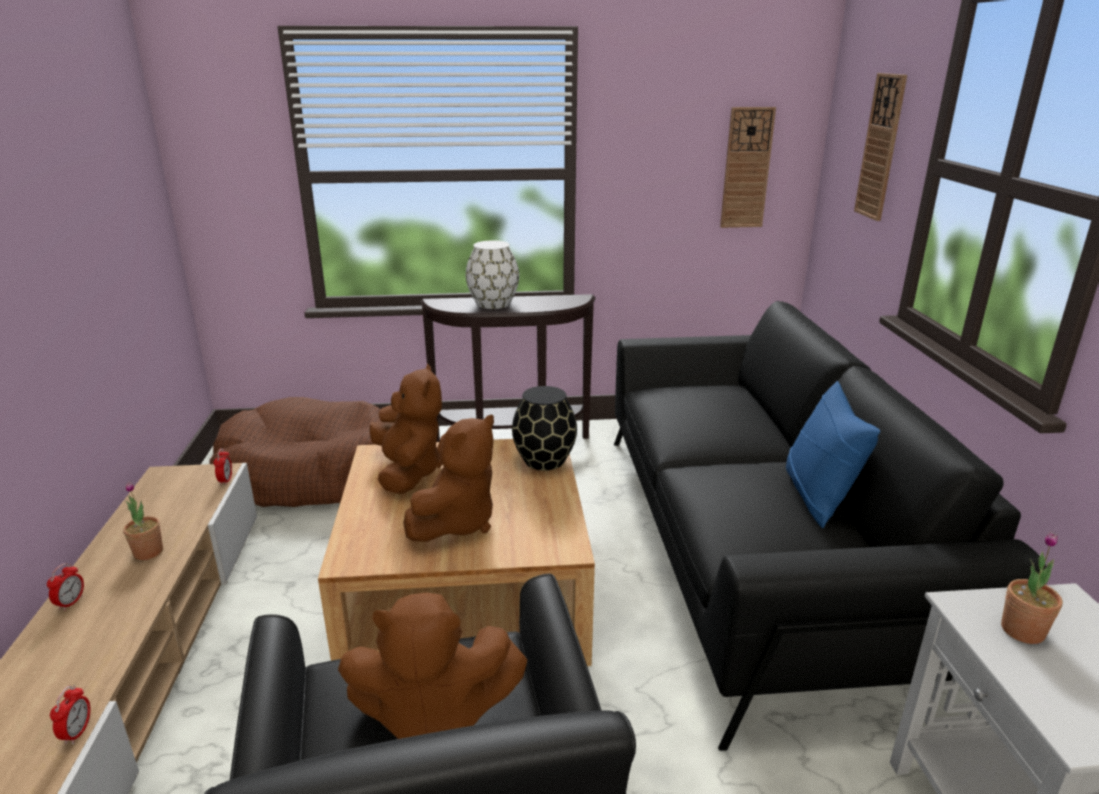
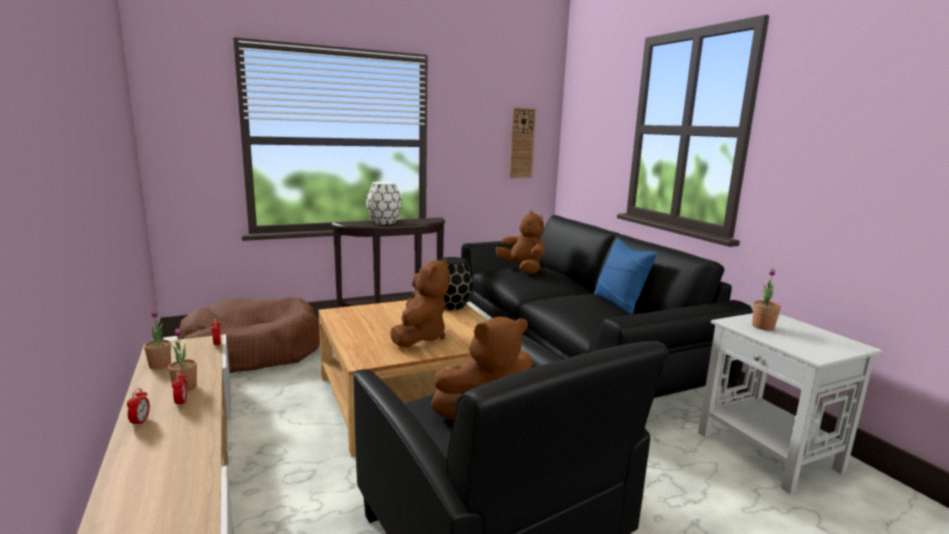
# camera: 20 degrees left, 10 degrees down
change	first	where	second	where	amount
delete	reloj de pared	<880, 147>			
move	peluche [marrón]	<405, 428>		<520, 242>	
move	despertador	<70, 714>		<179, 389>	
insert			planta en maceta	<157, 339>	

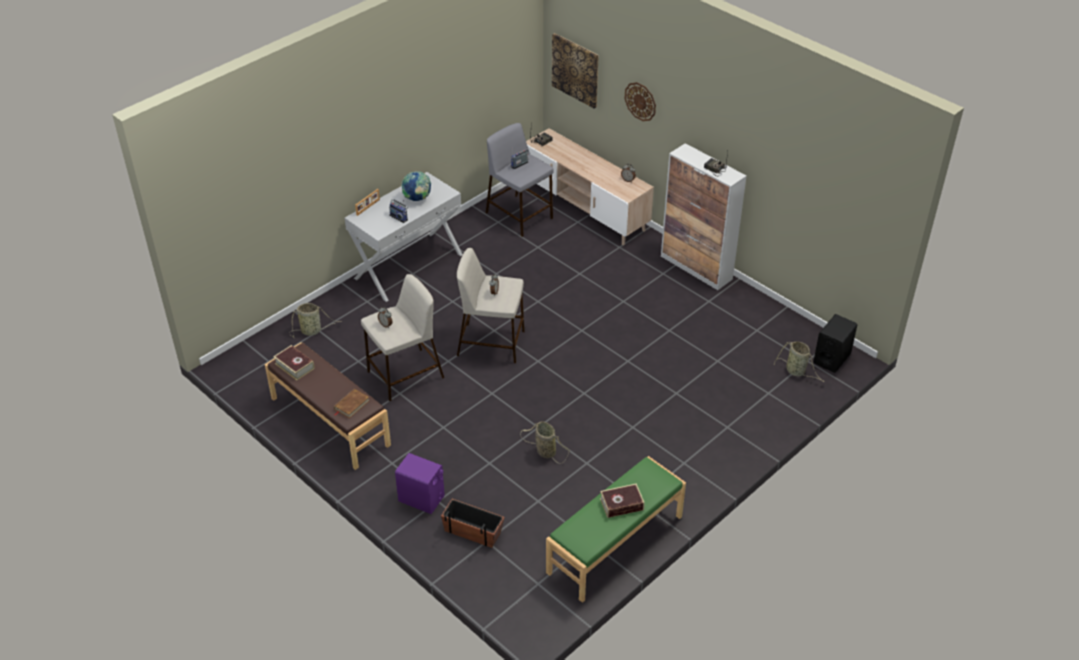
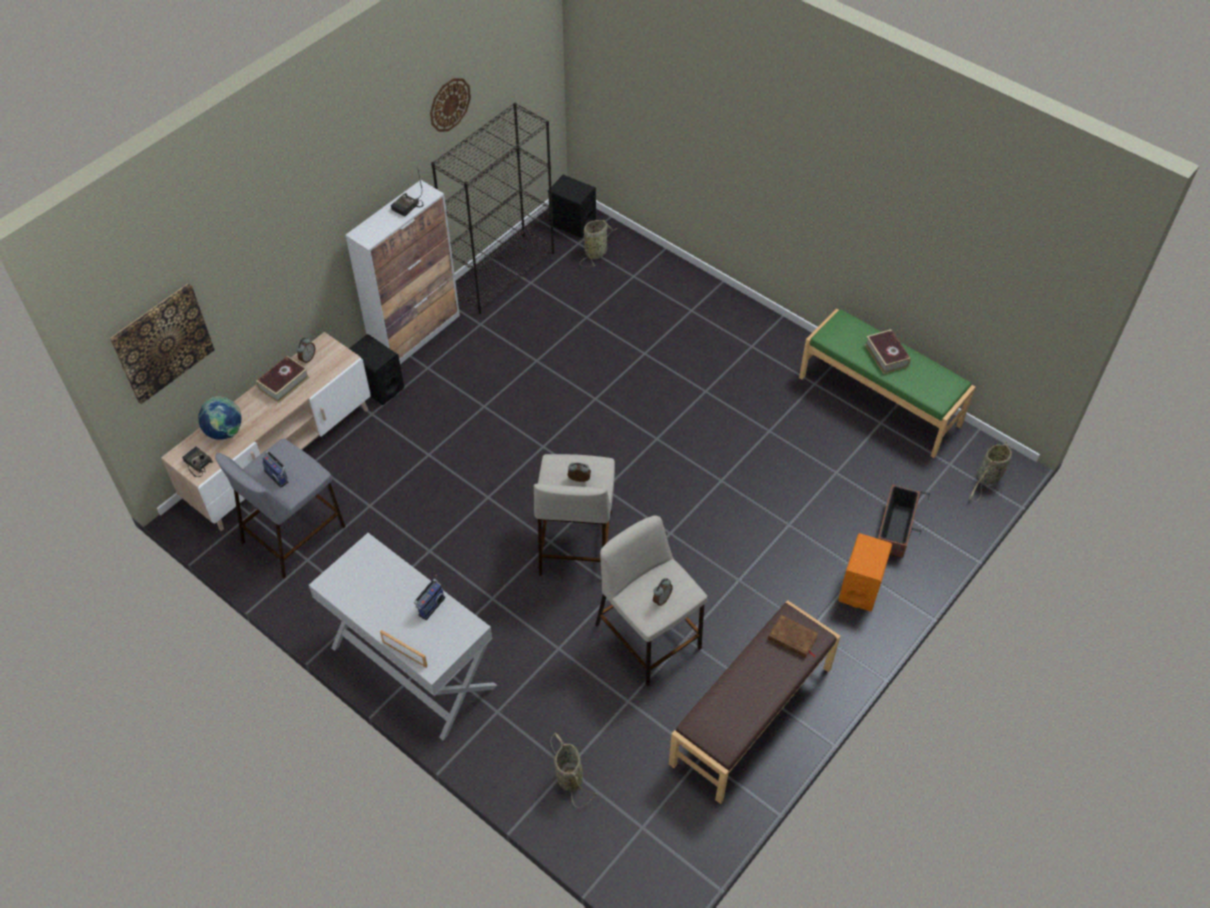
# camera: 95 degrees left, 10 degrees up
change	first	where	second	where	amount
move	reloj de pared	<640, 101>		<450, 105>	
move	globo terráqueo	<416, 186>		<219, 418>	
move	libro	<294, 363>		<283, 379>	
move	cesta	<545, 442>		<991, 471>	
recolor	altavoz [morado]	<420, 483>	altavoz [naranja]	<865, 572>	
insert			estantería [negro]	<492, 208>	
insert			altavoz [negro]	<376, 369>	

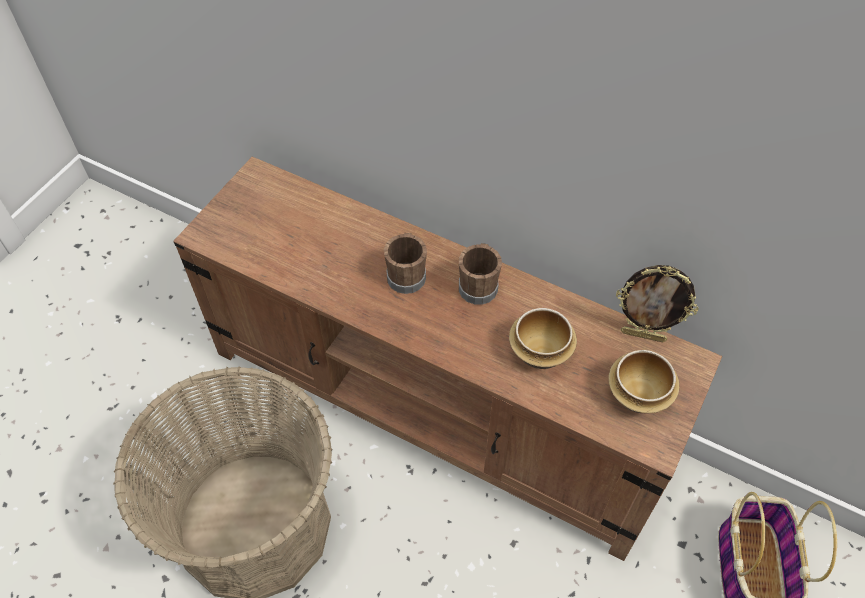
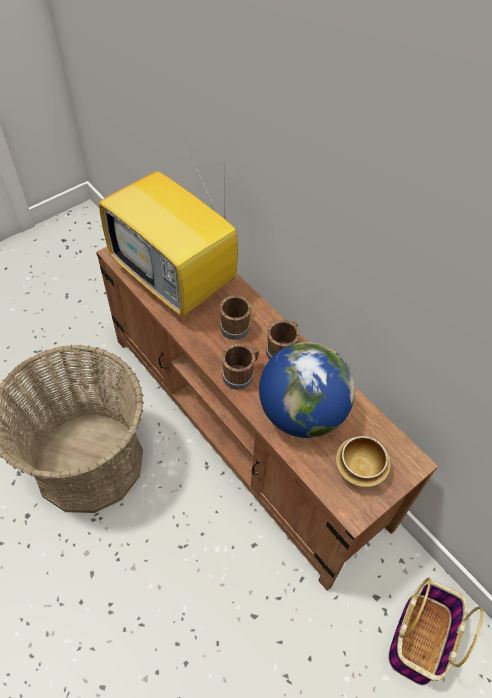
# camera: 20 degrees right, 0 degrees up
change	first	where	second	where	amount
delete	portarretratos	<657, 303>			
replace	cuenco	<543, 338>	globo terráqueo	<307, 390>	
insert			televisor	<168, 230>	
insert			taza grande [marrón]	<240, 367>	

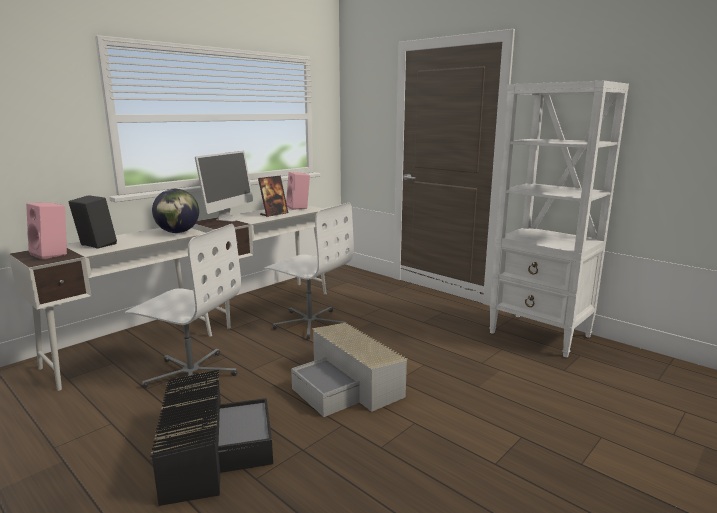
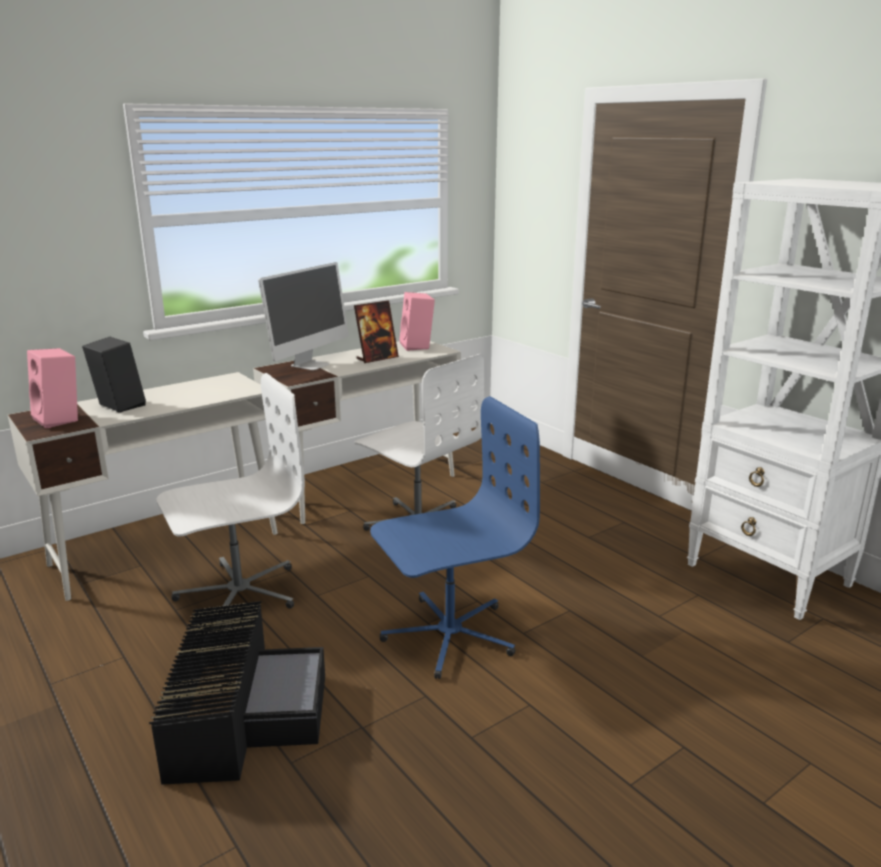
# camera: 10 degrees right, 5 degrees up
change	first	where	second	where	amount
delete	globo terráqueo	<175, 211>			
rotate	silla de oficina [blanco]	<183, 306>		<230, 491>	60 degrees counterclockwise
replace	caja de almacenaje [gris]	<349, 370>	silla de oficina [azul]	<455, 537>	

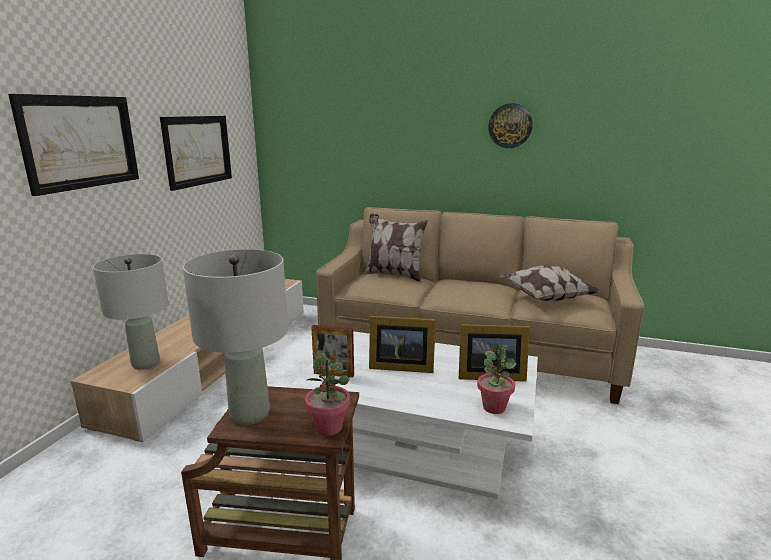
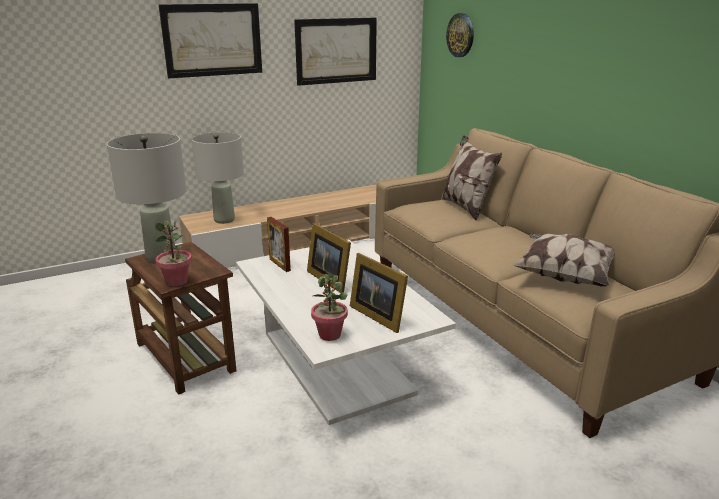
# camera: 45 degrees right, 5 degrees up
change	first	where	second	where	amount
move	reloj de pared	<510, 125>		<460, 35>	

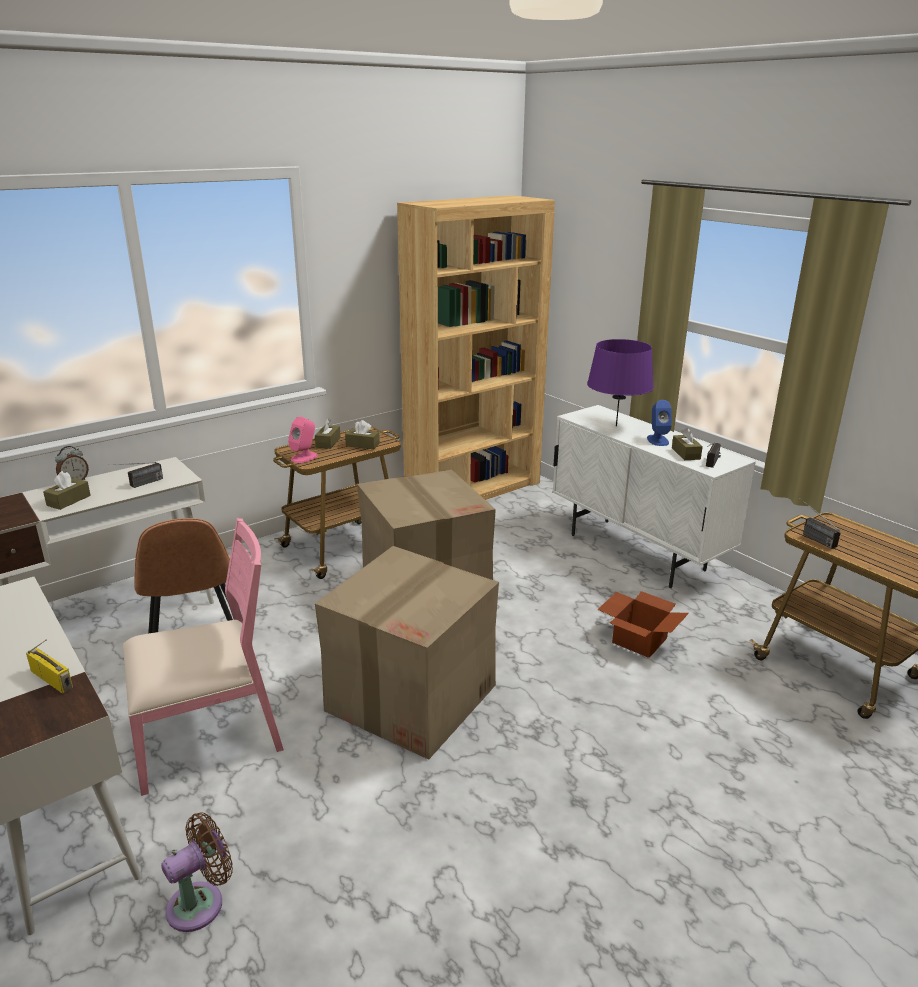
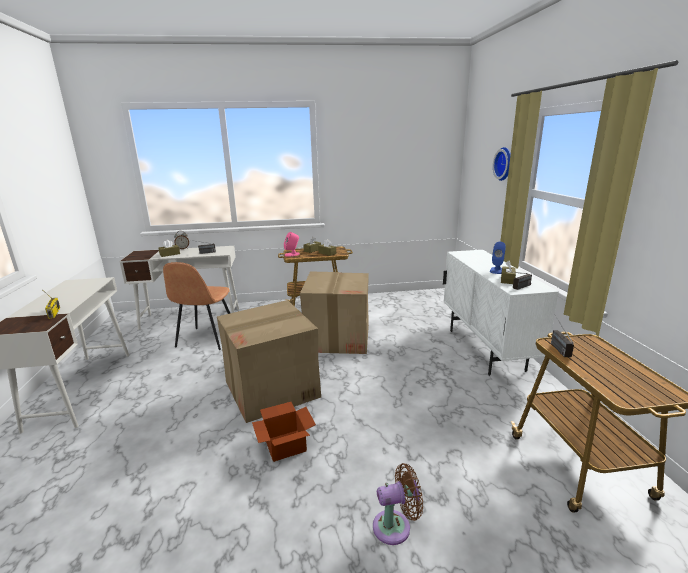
# camera: 30 degrees right, 5 degrees down
change	first	where	second	where	amount
delete	estantería [marrón]	<476, 347>			
delete	lámpara de mesa [morado]	<620, 382>			
delete	silla [rosa]	<203, 657>			
move	caja de cartón	<643, 624>		<284, 432>	
move	ventilador [marrón]	<197, 872>		<398, 504>	
insert			reloj de pared	<502, 164>	

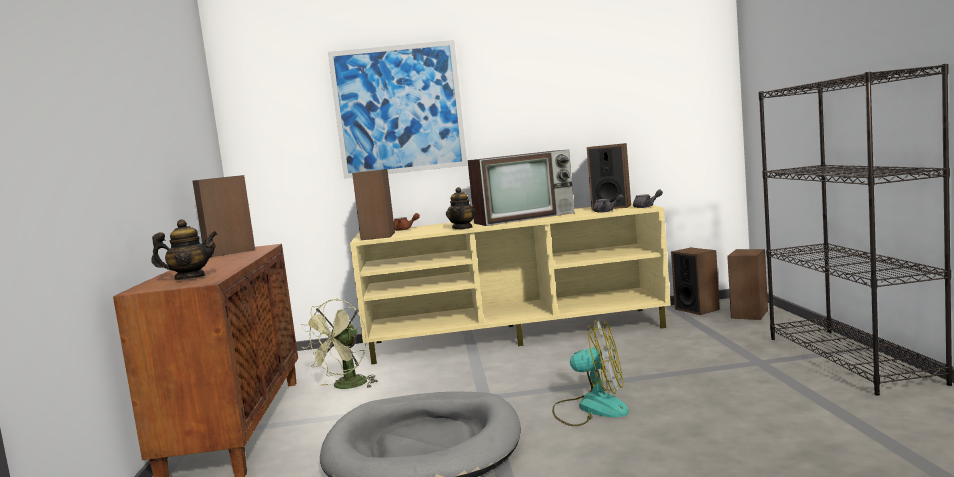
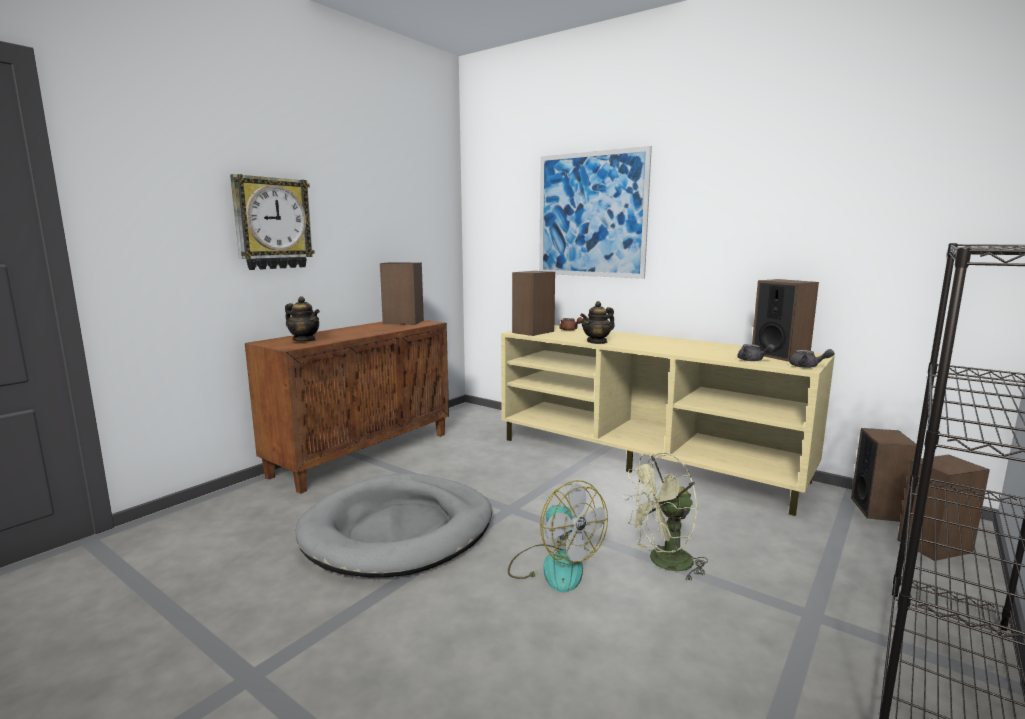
# camera: 40 degrees right, 5 degrees up
change	first	where	second	where	amount
delete	televisor	<521, 188>			
move	ventilador [verde]	<340, 344>		<665, 516>	
insert			reloj de pared	<272, 222>	

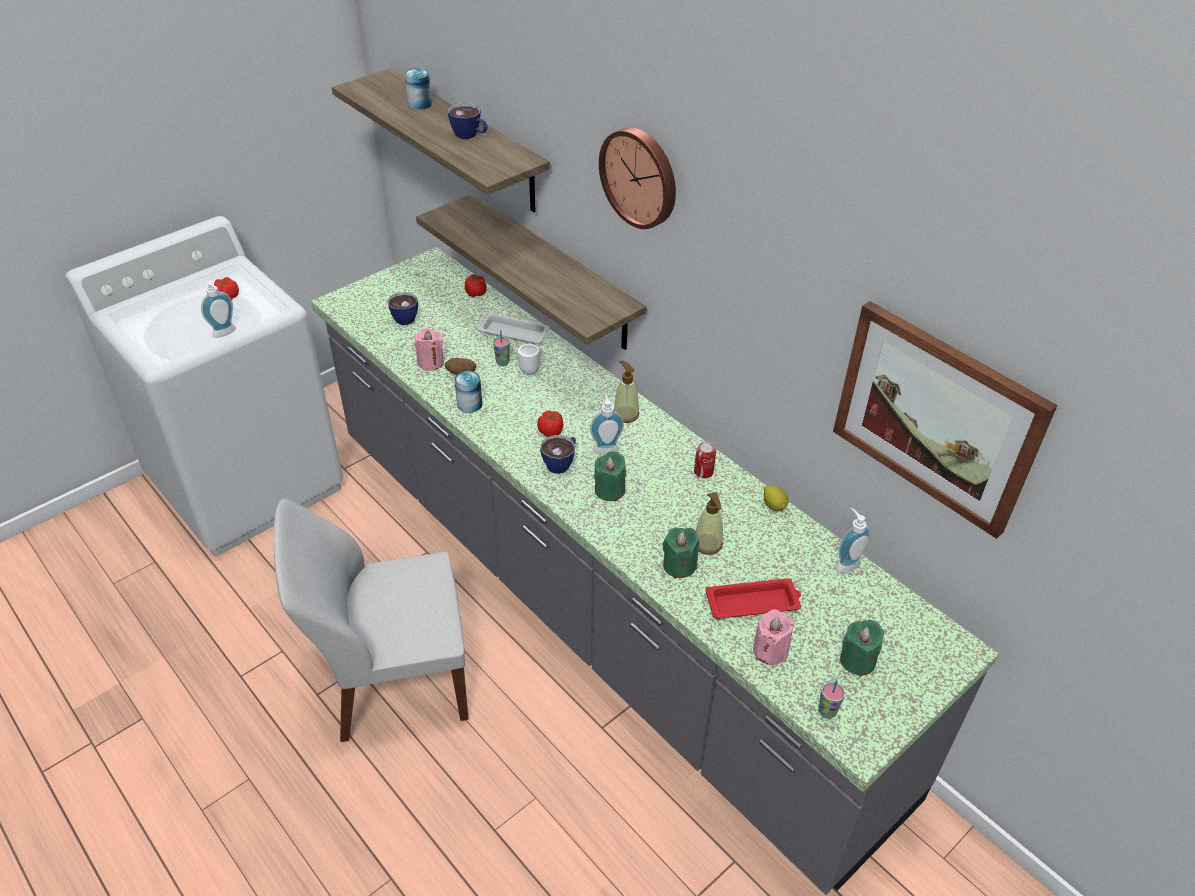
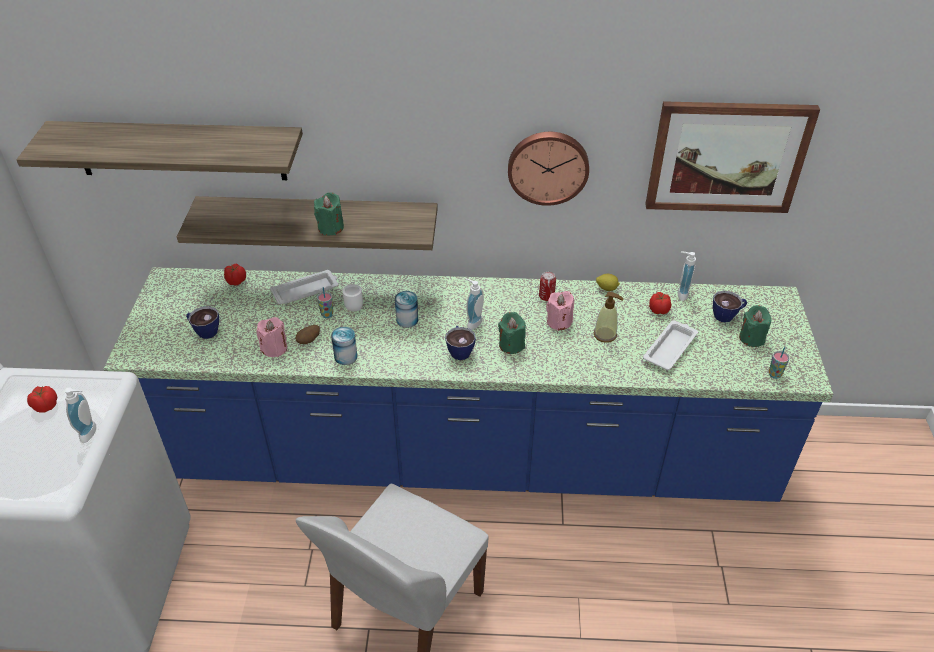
# camera: 45 degrees left, 0 degrees up
change	first	where	second	where	amount
move	lata	<418, 89>		<406, 309>	
move	taza	<467, 121>		<730, 306>	
move	reloj de pared	<637, 178>		<548, 169>	
recolor	mueble bajo de cocina [gris]	<655, 571>	mueble bajo de cocina [azul]	<468, 384>	
delete	dispensador de jabón	<626, 391>			
move	tomate	<550, 423>		<660, 303>	
move	vela [verde]	<680, 553>		<329, 213>	
recolor	bandeja [rojo]	<753, 598>	bandeja [blanco]	<670, 345>	
move	vela [rosa]	<774, 637>		<560, 311>	

